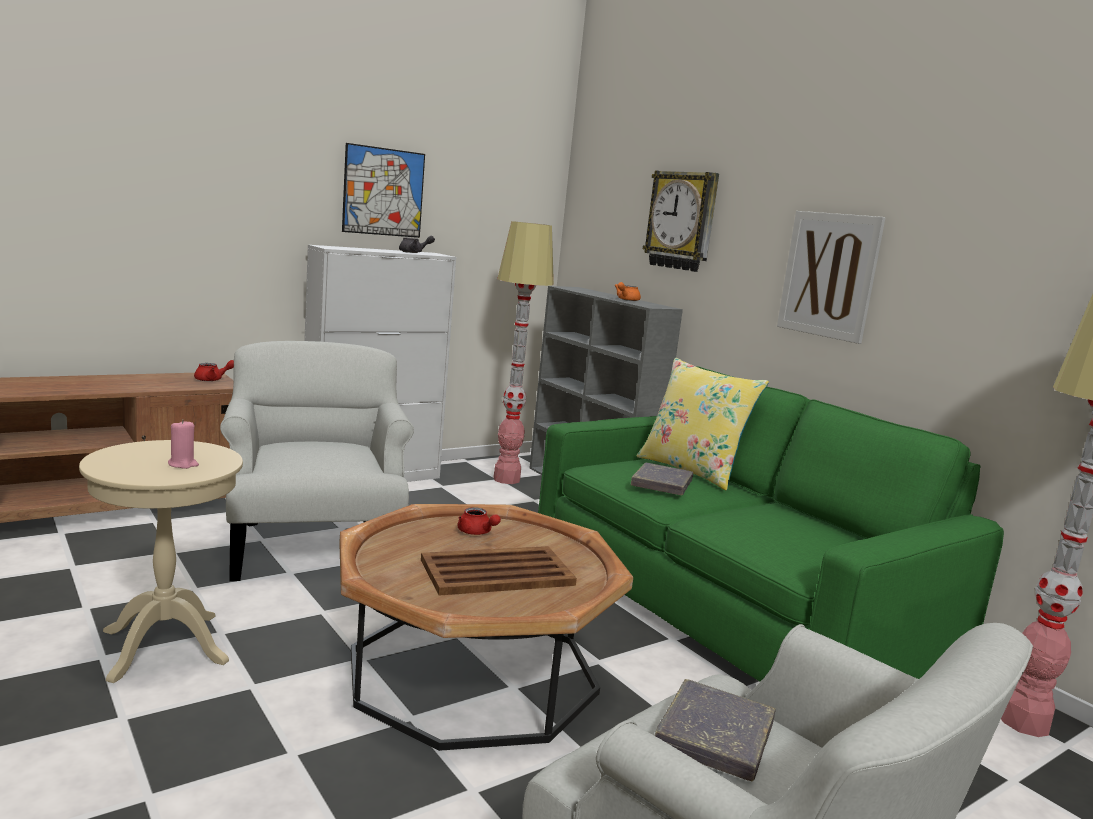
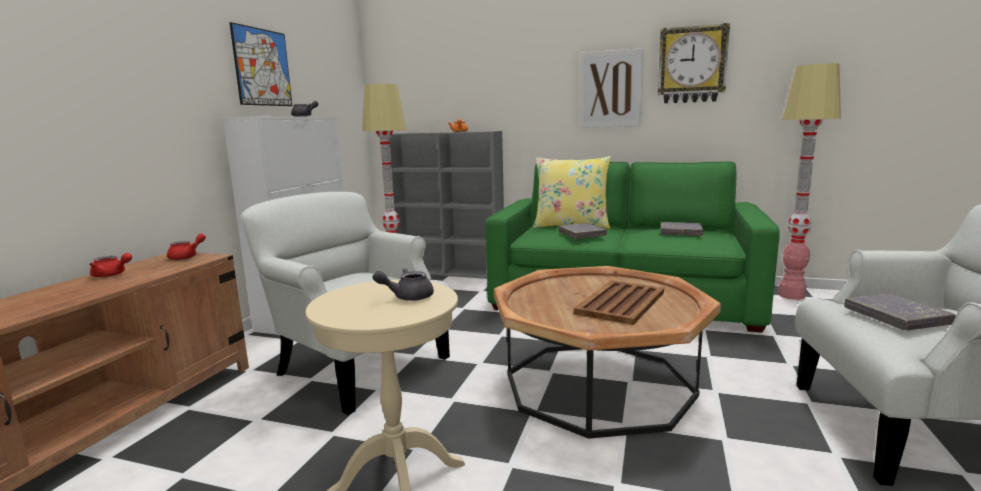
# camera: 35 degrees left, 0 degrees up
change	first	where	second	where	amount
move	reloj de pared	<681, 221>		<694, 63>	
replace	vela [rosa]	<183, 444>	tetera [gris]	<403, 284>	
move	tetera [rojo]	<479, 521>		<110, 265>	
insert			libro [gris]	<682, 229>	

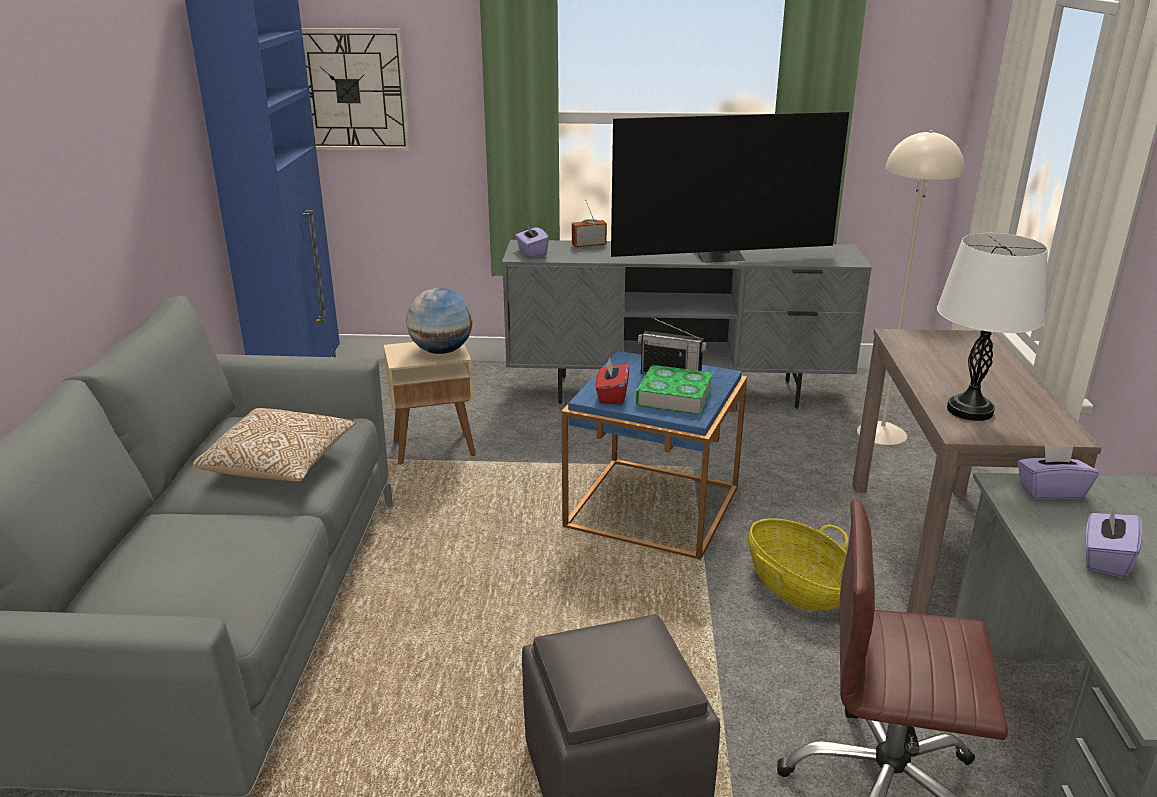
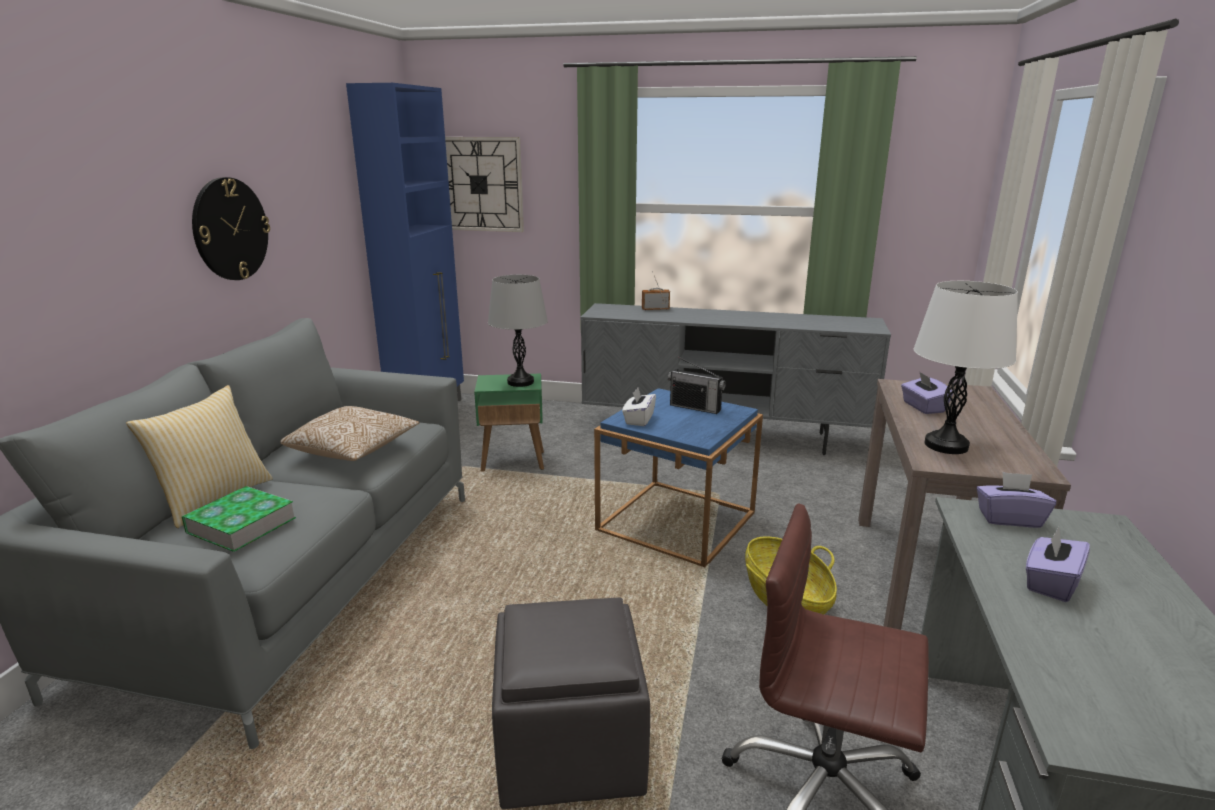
# camera: 10 degrees right, 5 degrees down
change	first	where	second	where	amount
delete	televisor	<730, 187>			
delete	lámpara de pie [beis]	<911, 287>			
move	caja de pañuelos [morado]	<532, 241>		<927, 392>	
replace	globo terráqueo	<439, 321>	lámpara de mesa [gris]	<518, 331>	
recolor	mesa auxiliar [beis]	<430, 403>	mesa auxiliar [verde]	<509, 423>	
recolor	caja de pañuelos [rojo]	<612, 380>	caja de pañuelos [blanco]	<639, 406>	
move	libro	<674, 390>		<238, 519>	
insert			reloj de pared	<231, 228>	
insert			cojín	<199, 456>	

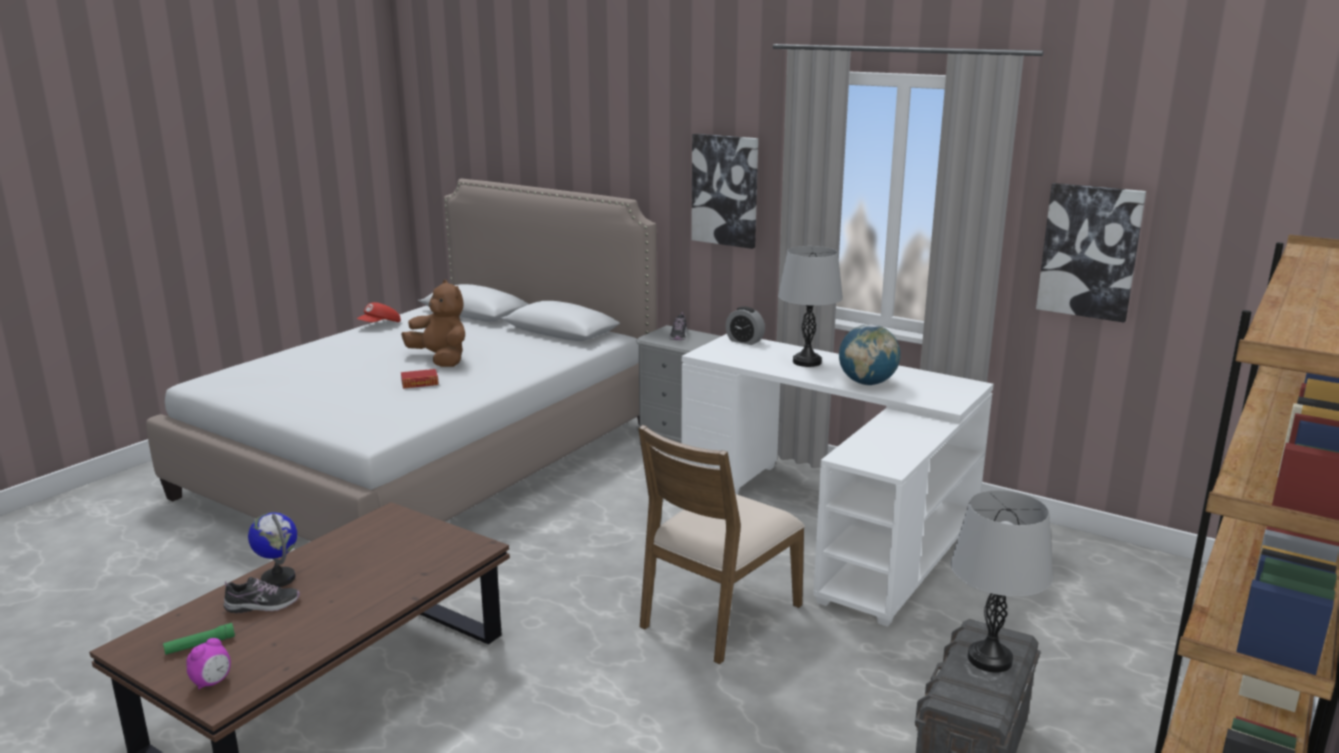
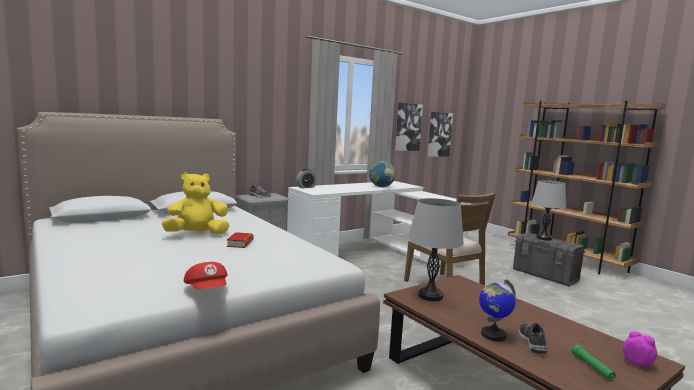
# camera: 70 degrees left, 10 degrees down
change	first	where	second	where	amount
move	cuadro	<724, 191>		<440, 134>	
move	lámpara de mesa [gris]	<810, 306>		<436, 249>	
recolor	peluche [marrón]	<433, 323>	peluche [amarillo]	<195, 203>	
move	gorra [rojo]	<379, 312>		<205, 275>	

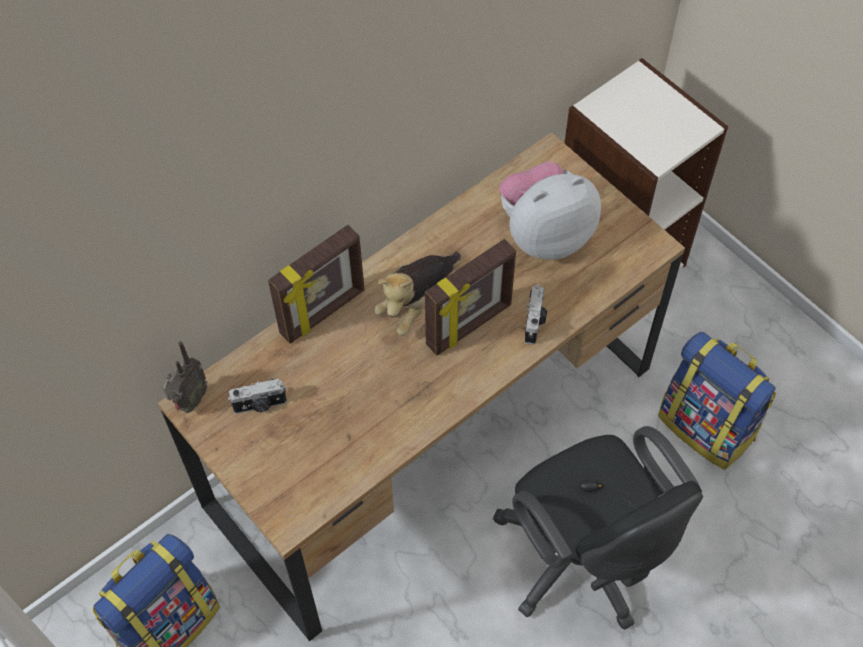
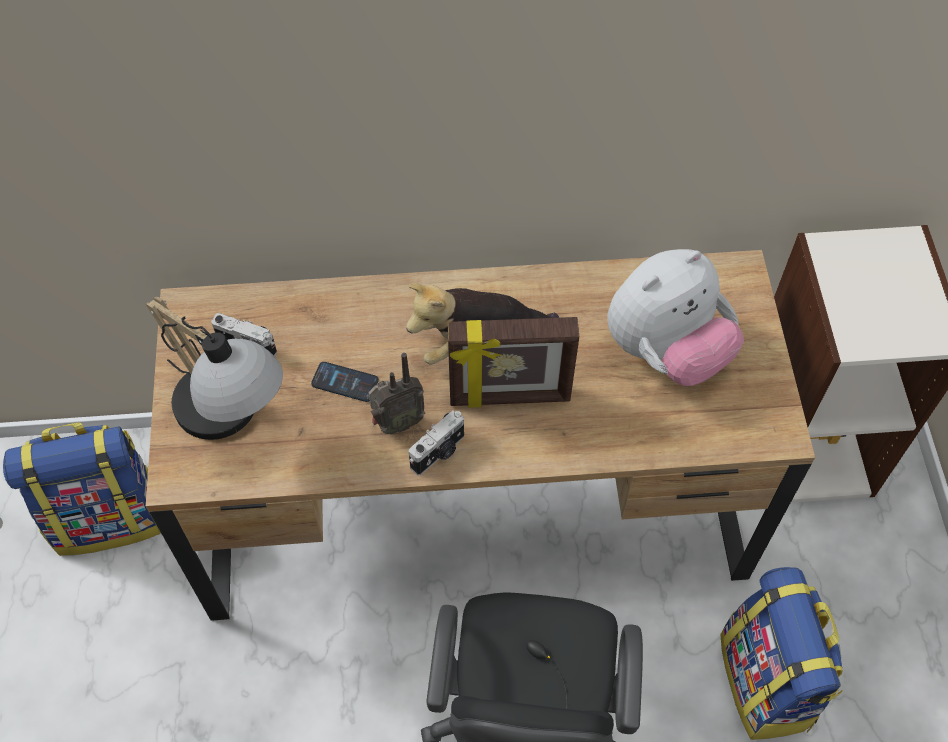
# camera: 35 degrees right, 0 degrees up
change	first	where	second	where	amount
rotate	peluche	<550, 210>		<675, 317>	135 degrees clockwise
delete	portarretratos	<316, 284>			
move	cámara	<536, 315>		<436, 442>	
move	radio	<185, 377>		<396, 393>	
insert			lámpara de mesa	<214, 368>	
insert			móvil	<345, 382>	

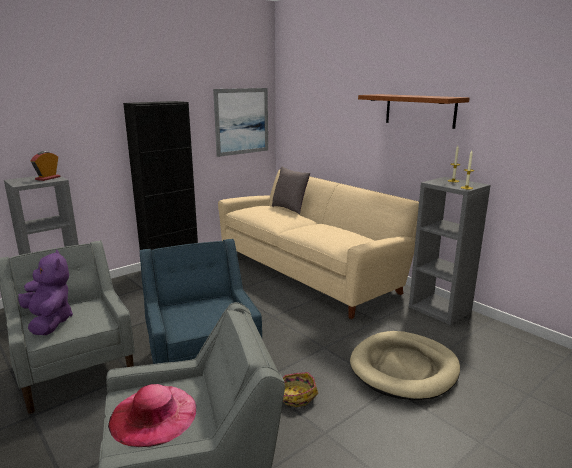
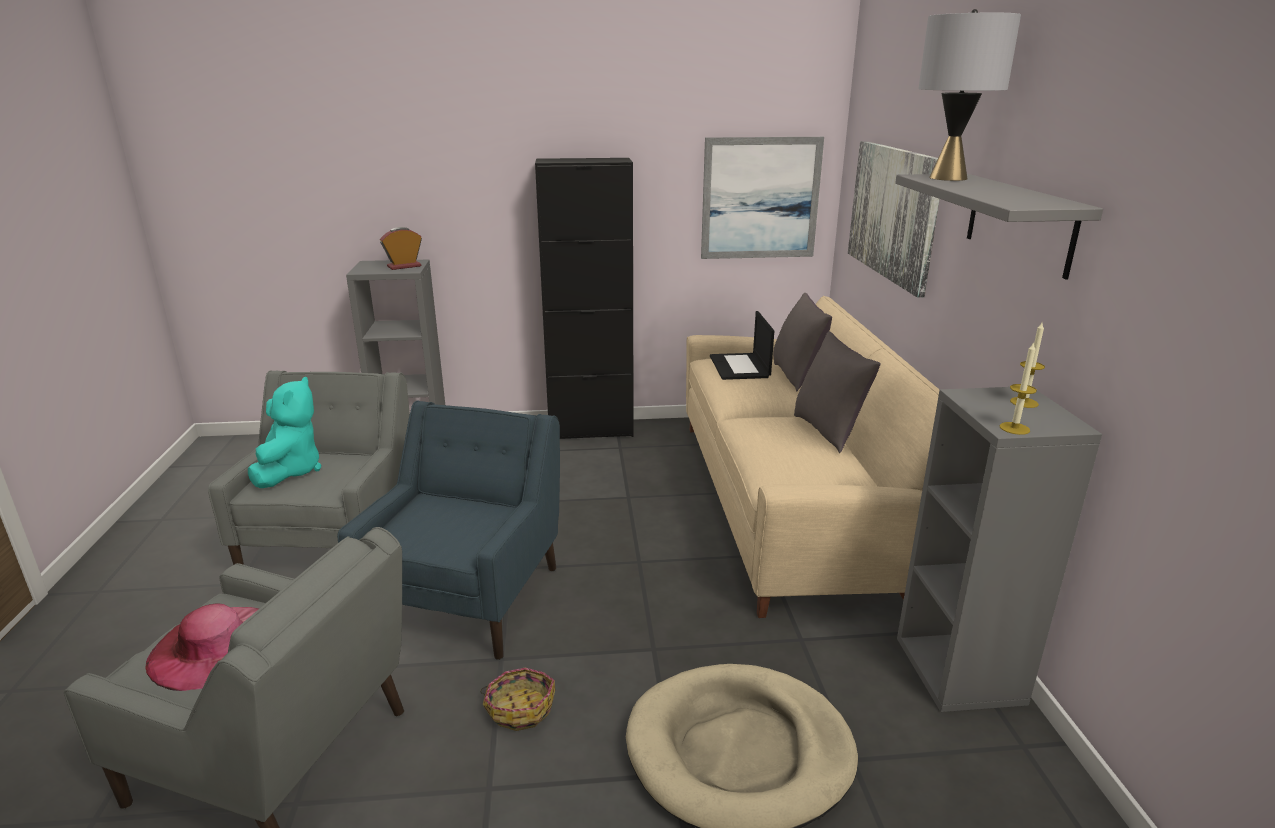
# camera: 35 degrees right, 5 degrees up
change	first	where	second	where	amount
recolor	estante [marrón]	<414, 111>	estante [gris]	<999, 226>	
recolor	peluche [morado]	<45, 292>	peluche [turquesa]	<284, 432>	
insert			lámpara de mesa [gris]	<969, 95>	
insert			cuadro	<894, 219>	
insert			portátil	<742, 345>	
insert			cojín [gris]	<837, 392>	

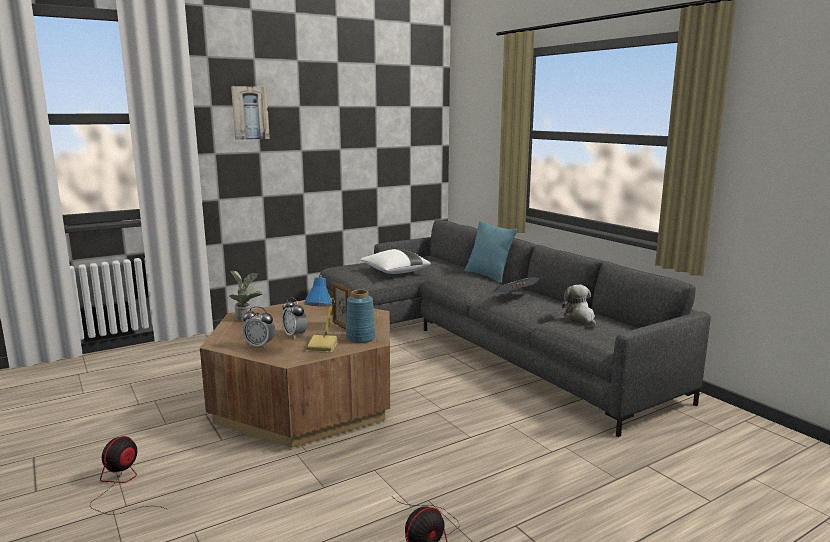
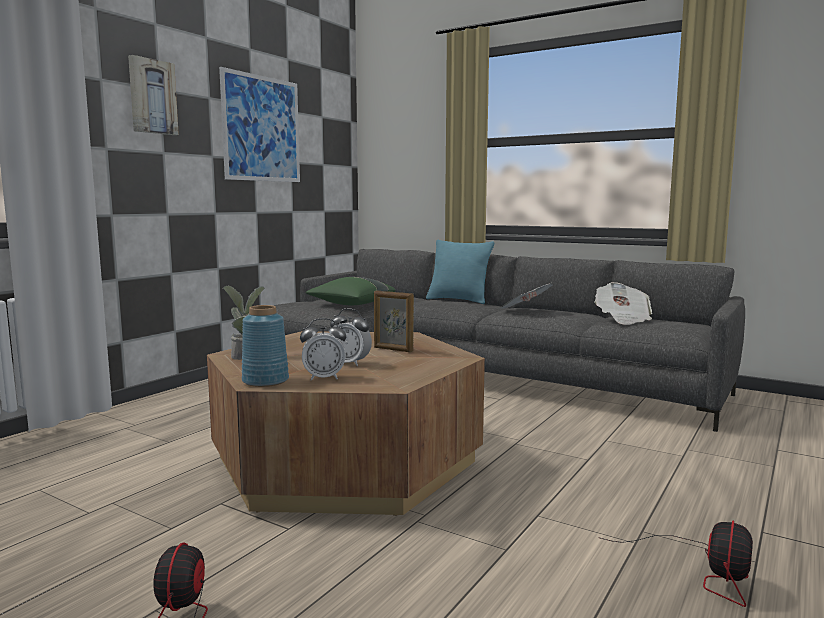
# camera: 25 degrees left, 5 degrees down
change	first	where	second	where	amount
recolor	cojín [blanco]	<395, 261>	cojín [verde]	<351, 291>	
delete	lámpara de mesa	<320, 314>			
replace	peluche	<579, 306>	periódico	<623, 303>	
move	florero [azul]	<361, 316>		<265, 346>	
insert			cuadro	<259, 124>	

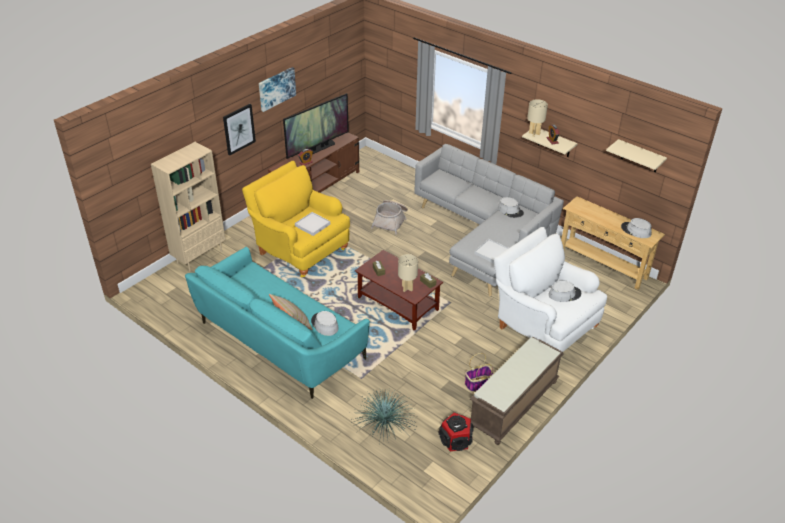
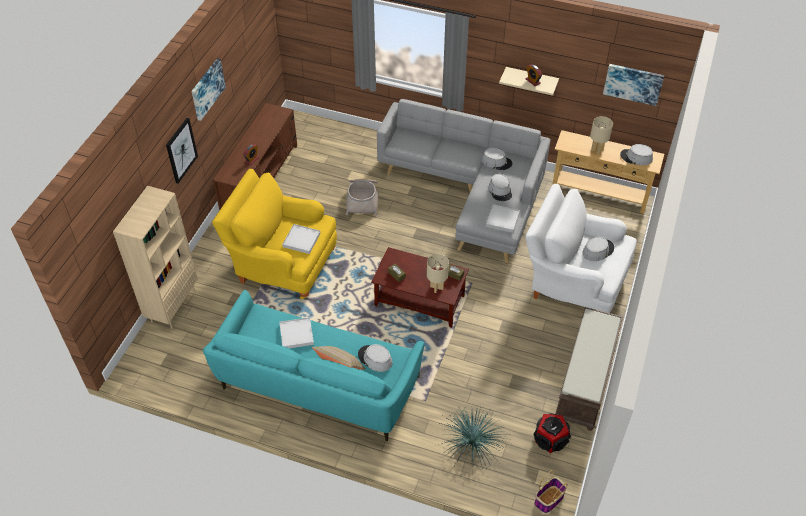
# camera: 20 degrees left, 10 degrees up
change	first	where	second	where	amount
delete	televisor	<316, 126>			
move	lámpara de mesa [beis]	<537, 118>		<601, 135>	
replace	estante [beis]	<636, 155>	cuadro	<633, 85>	
move	cesta	<479, 372>		<551, 491>	
insert			sombrero [gris]	<500, 187>	
insert			bandeja [blanco]	<296, 332>	

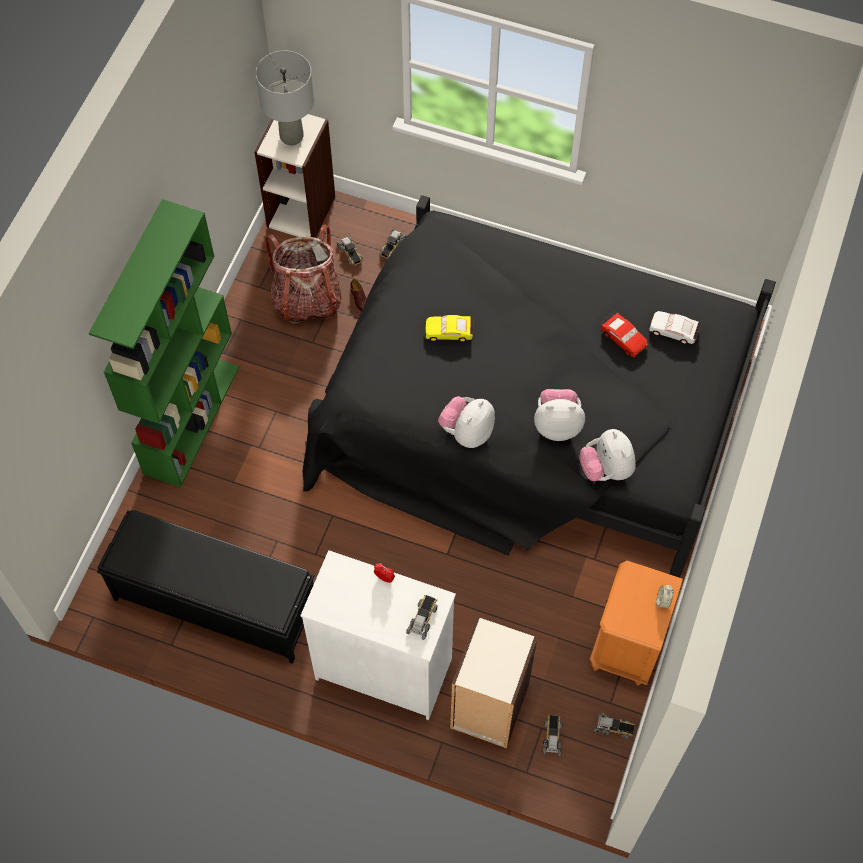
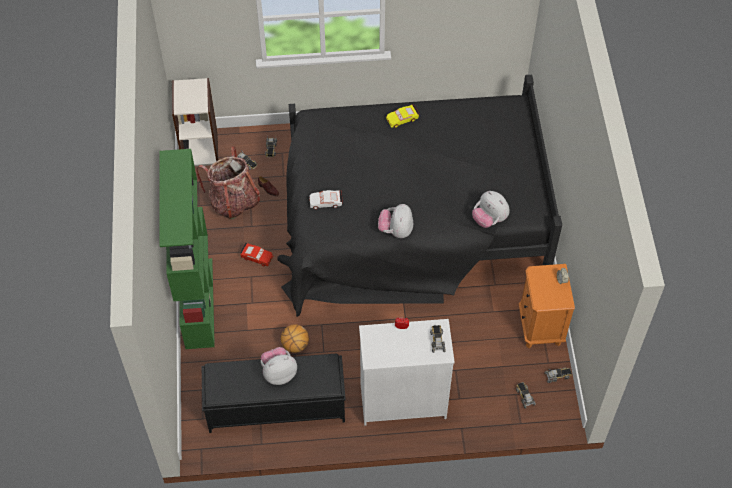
# camera: 25 degrees left, 5 degrees down
change	first	where	second	where	amount
delete	lámpara de mesa [gris]	<285, 97>			
move	coche de juguete [rojo]	<624, 334>		<256, 254>	
move	coche de juguete [blanco]	<675, 327>		<326, 199>	
move	coche de juguete [amarillo]	<449, 328>		<402, 116>	
move	peluche	<559, 415>		<279, 366>	
delete	estantería	<494, 683>			
insert			balón de baloncesto	<295, 338>	

